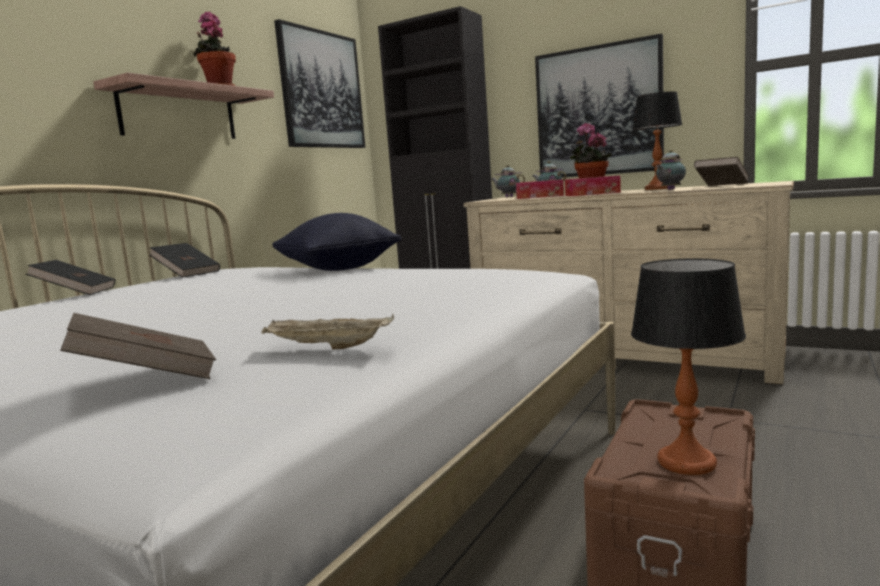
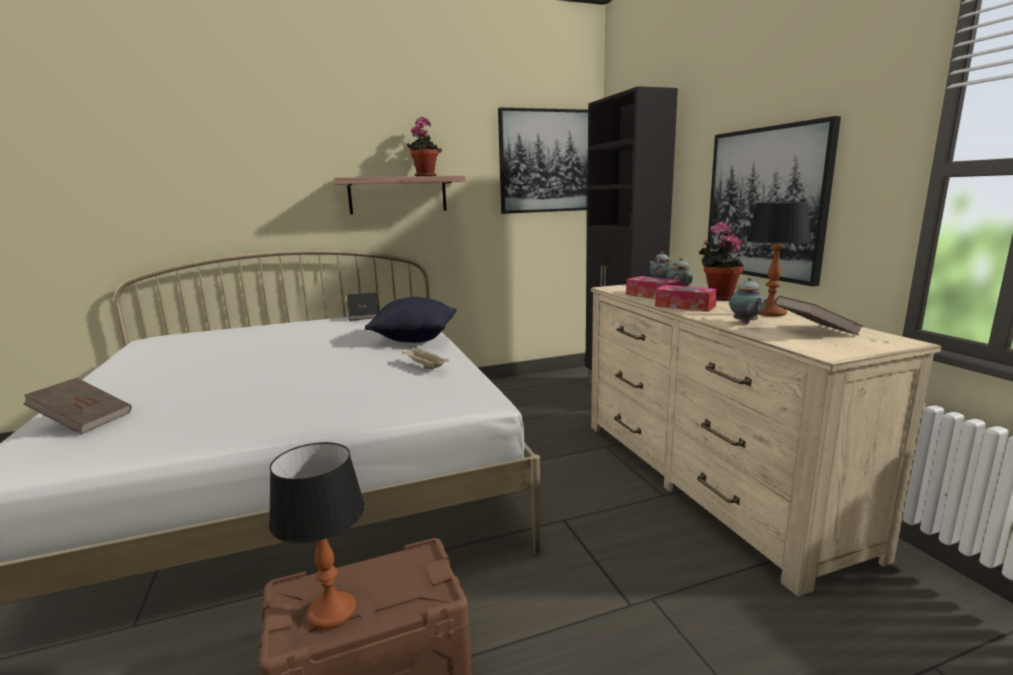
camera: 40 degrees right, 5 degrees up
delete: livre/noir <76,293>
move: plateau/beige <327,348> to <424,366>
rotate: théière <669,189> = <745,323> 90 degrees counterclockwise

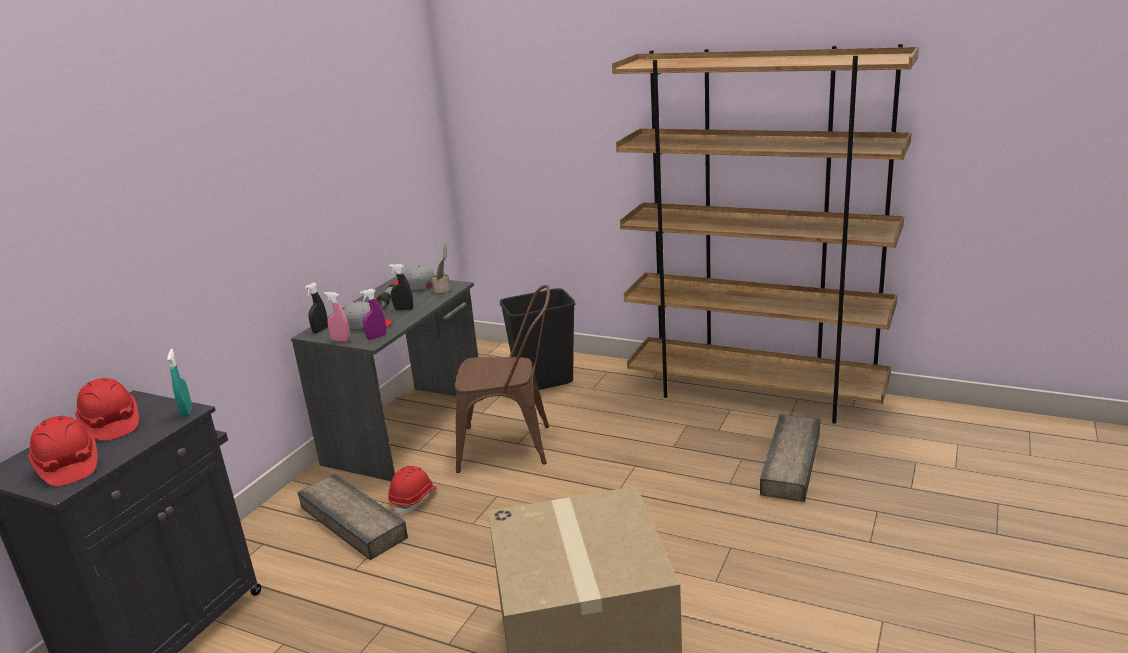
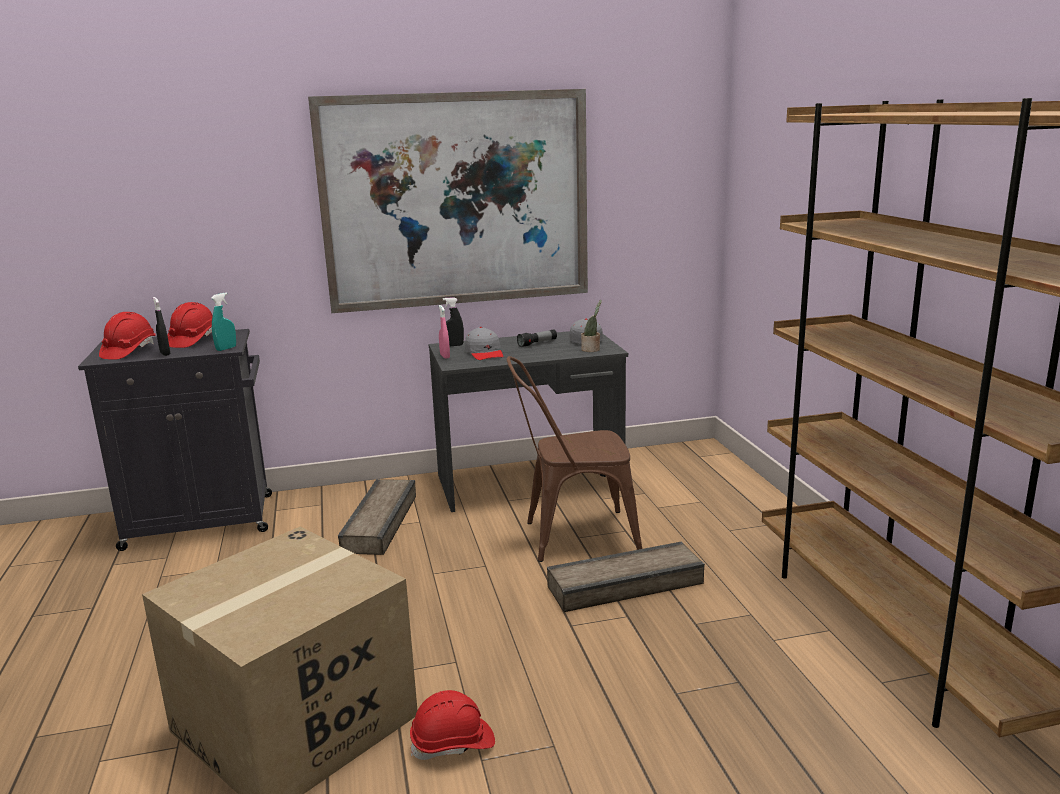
camera: 50 degrees right, 5 degrees down
delete: vaporisateur/violet <376,337>; poubelle/noir <544,381>
insert: tableau <455,200>
move: casque de chantier/rouge <414,499> to <453,744>; vaporisateur/noir <404,309> to <165,353>; caisse <793,463> to <626,586>
rotate: chaise/marron <513,446> = <571,537> 120 degrees clockwise

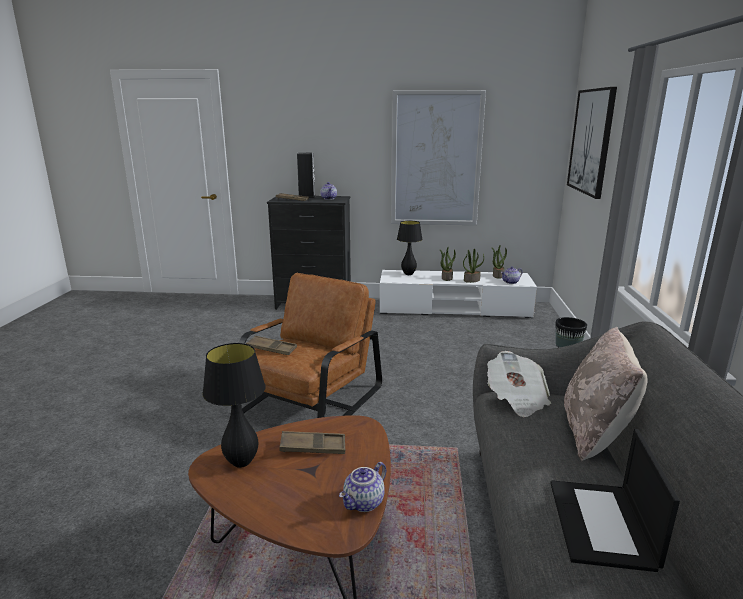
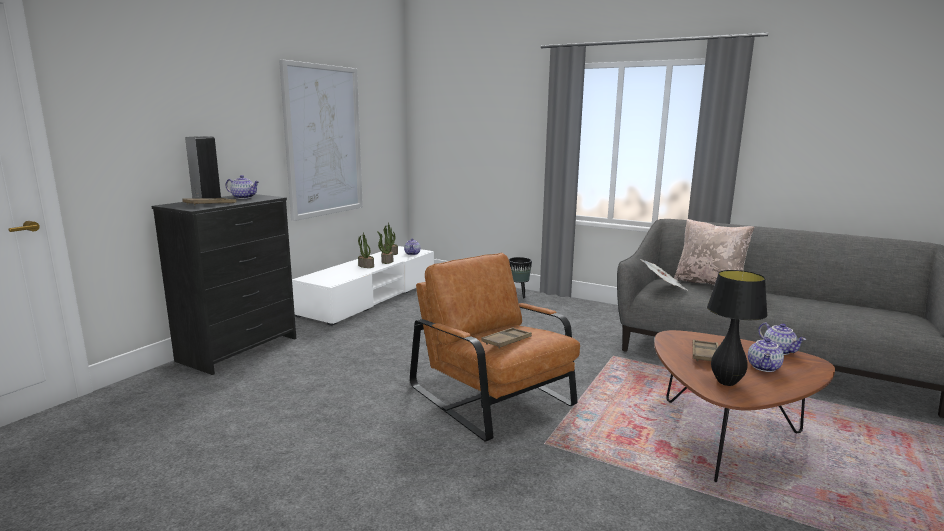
camera: 65 degrees left, 5 degrees down
delete: lampe de table/noir <408,274>; ordinateur portable <602,524>; tableau <591,141>
insert: théière <764,367>

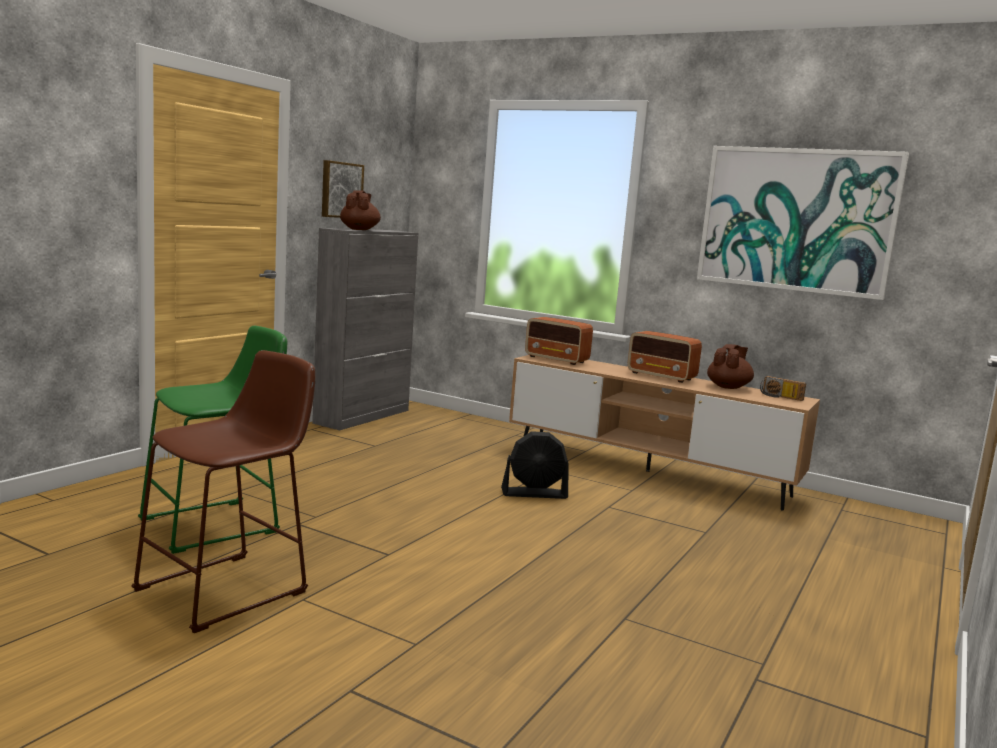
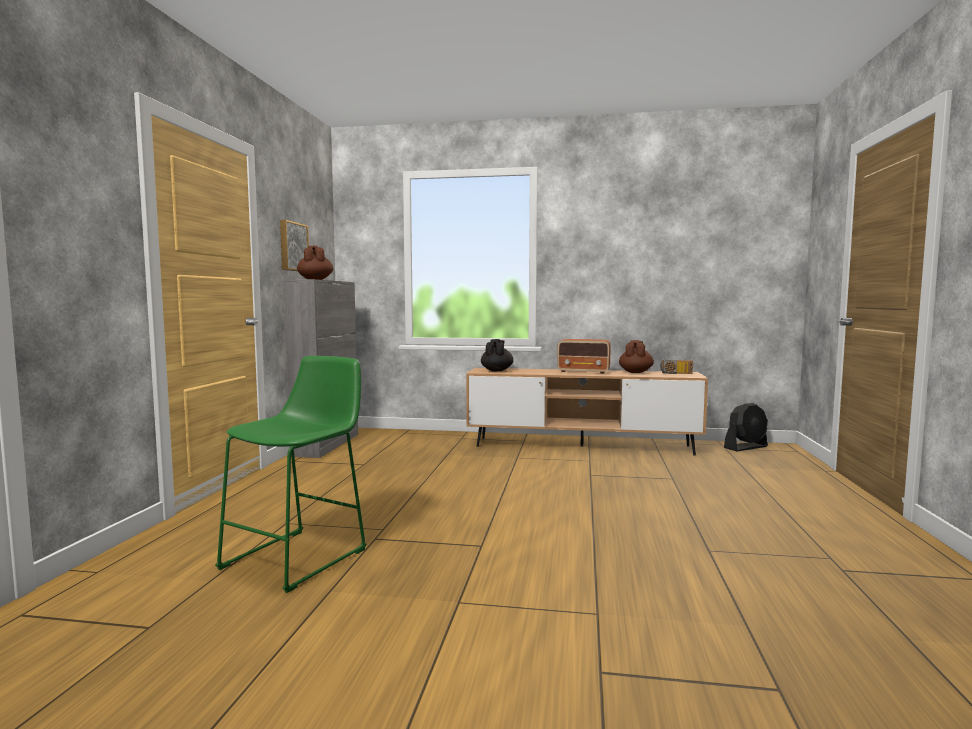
camera: 20 degrees left, 5 degrees down
delete: tabouret/marron <230,589>; tableau <796,220>
move: ventilateur/noir <534,493> to <746,447>
replace: radio <557,359> to théière/noir <497,370>

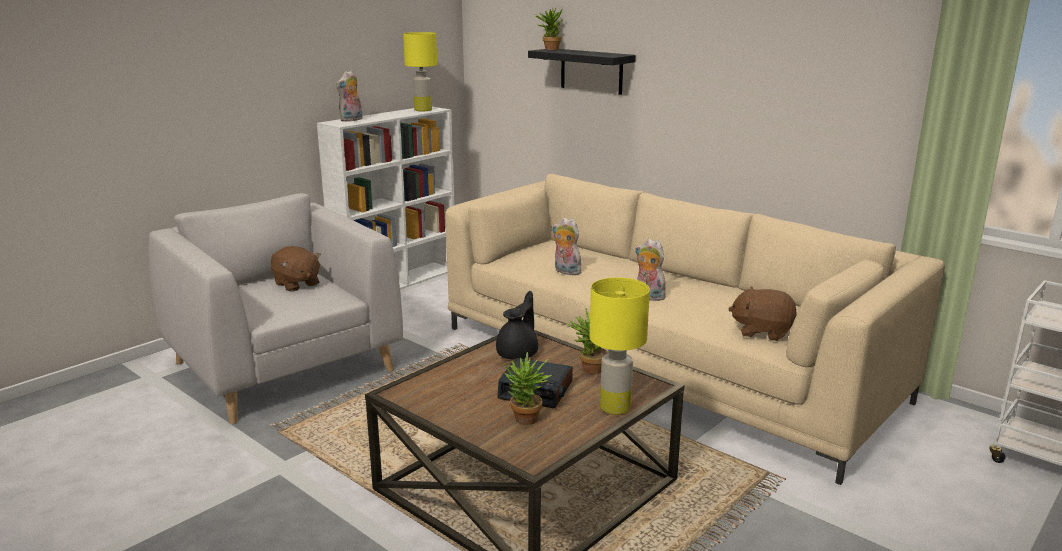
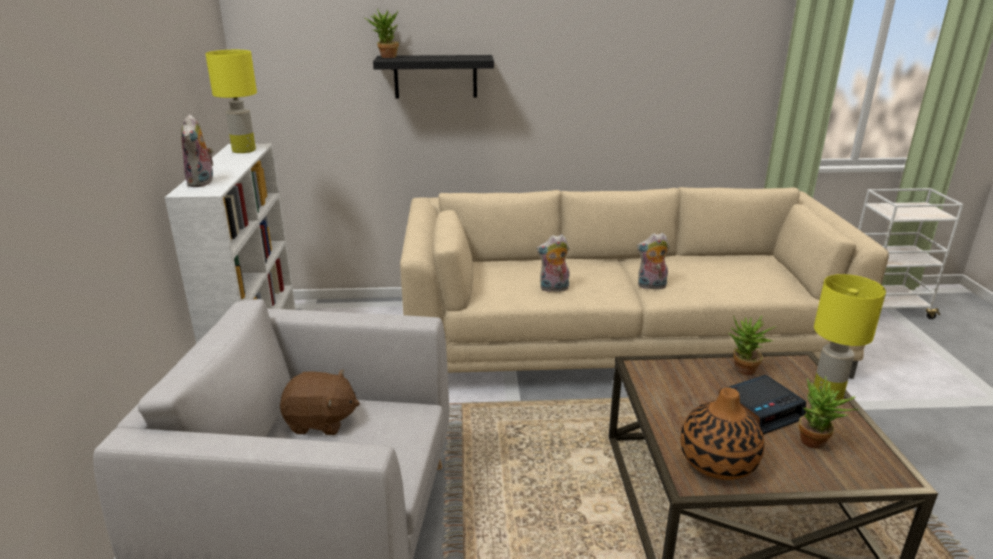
camera: 45 degrees left, 5 degrees up
delete: théière/noir <518,353>; peluche/marron <762,331>
insert: vase <718,462>

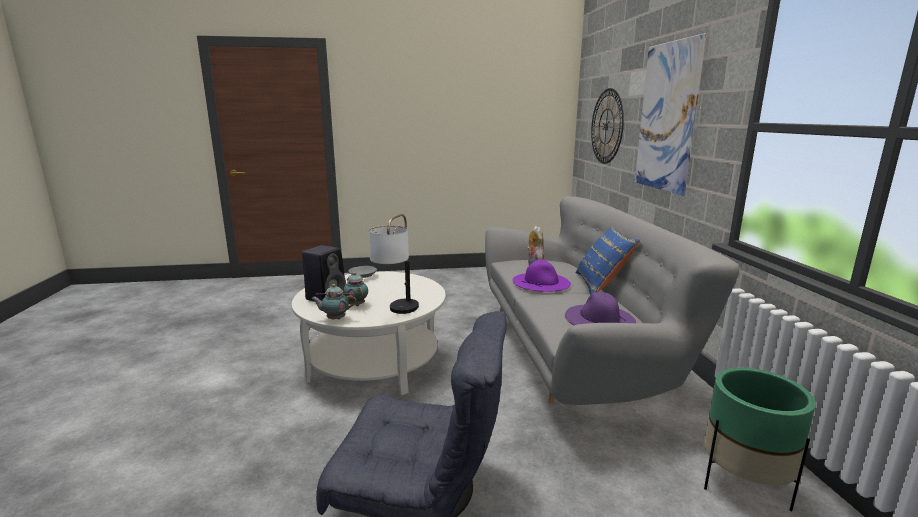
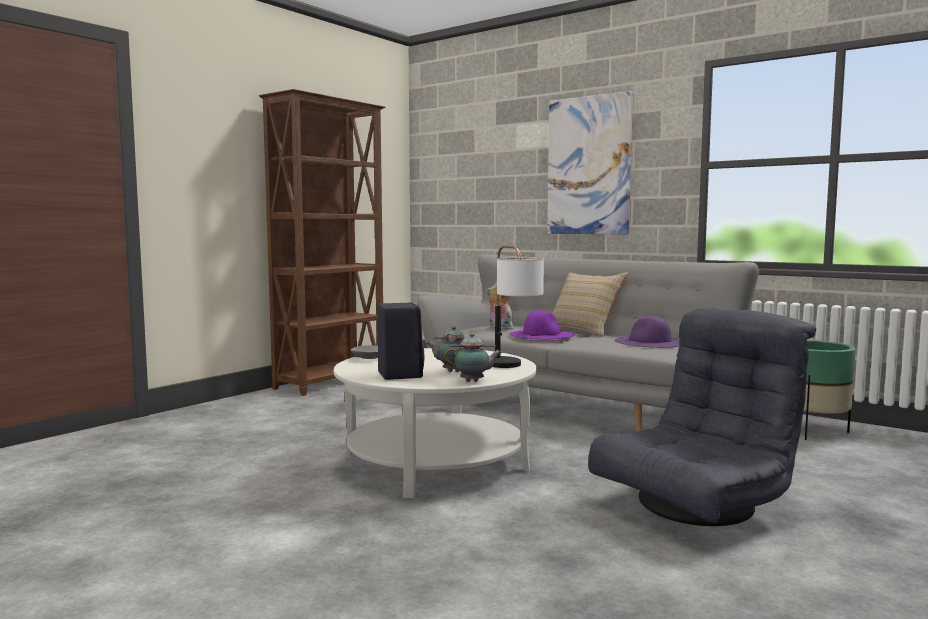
camera: 45 degrees left, 10 degrees down
delete: horloge murale <606,126>
insert: bibliothèque/marron <332,382>
recolor: coussin/bleu <601,285> to coussin/beige <584,330>
rotate: théière <334,319> = <473,381> 135 degrees counterclockwise

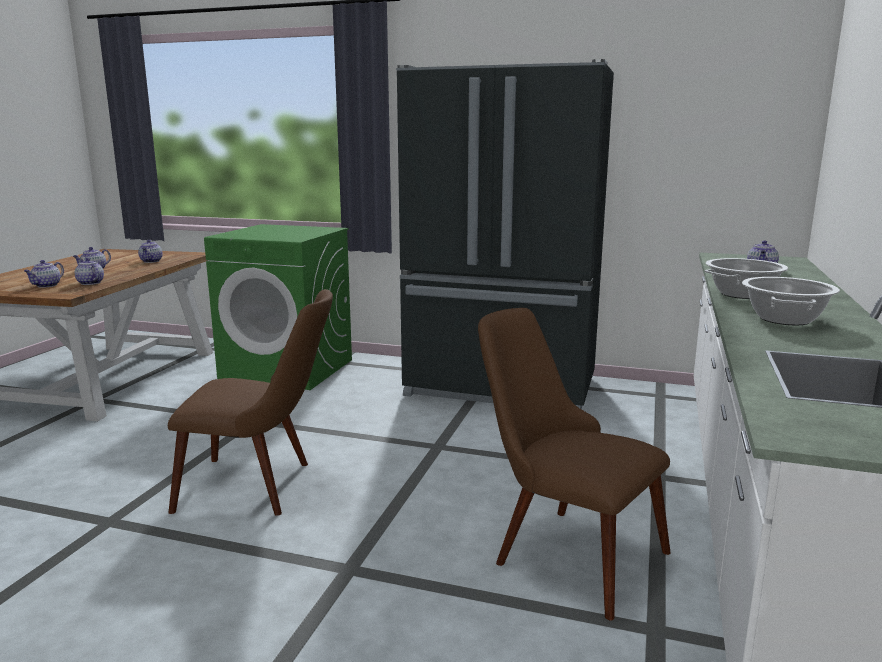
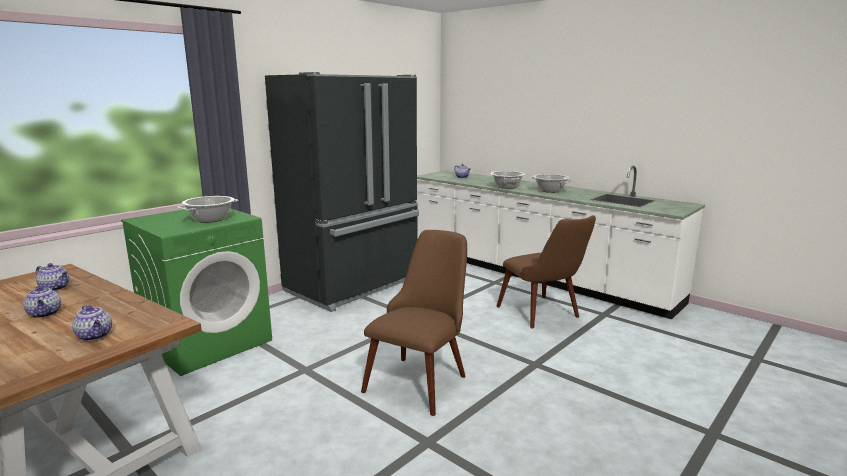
camera: 65 degrees left, 0 degrees up
delete: théière <90,283>
insert: marmite <210,219>
rotate: chaise/marron <562,550> = <544,315> 90 degrees counterclockwise

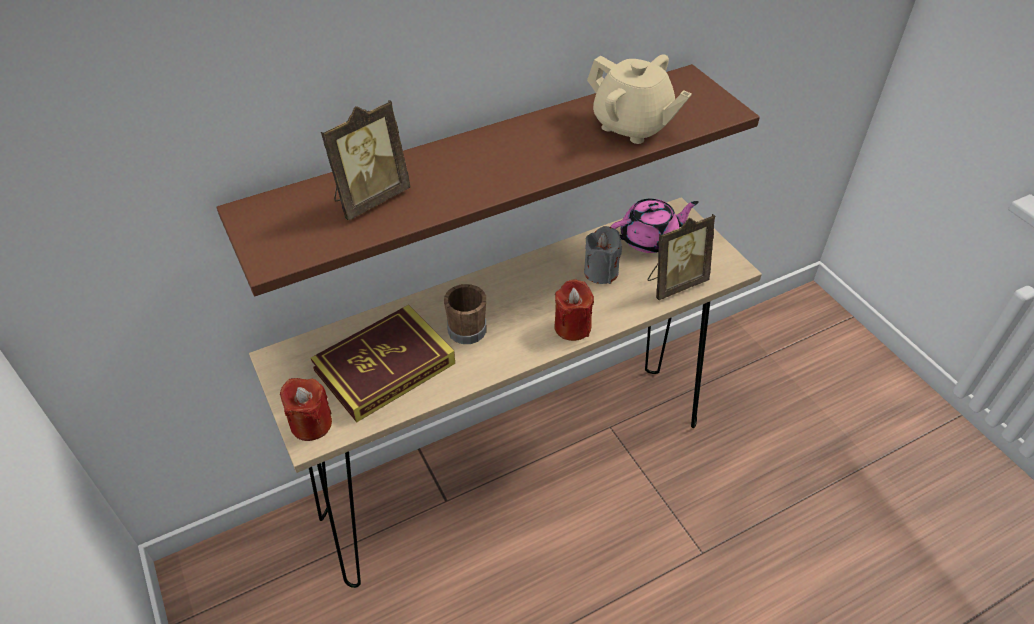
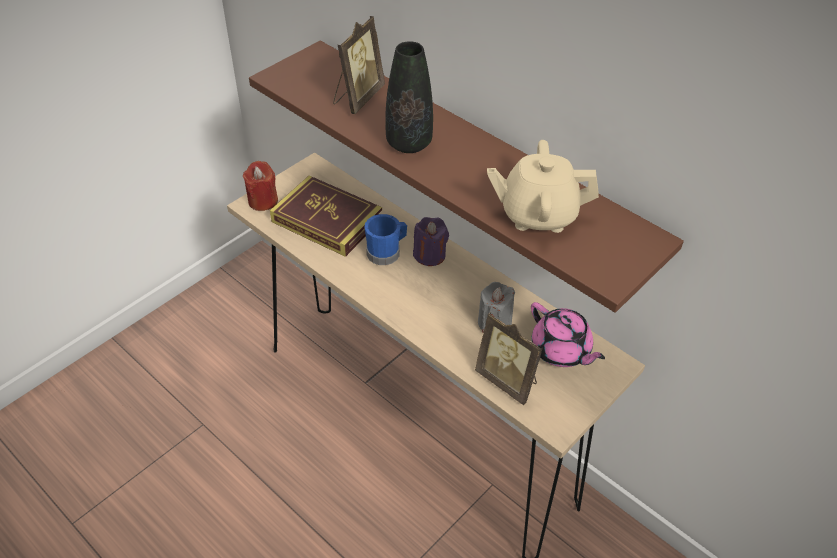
camera: 70 degrees right, 0 degrees up
delete: bougie/rouge <572,327>
insert: vase/noir <409,143>; bougie/violet <429,255>
recolor: mug/marron <466,326> to mug/bleu <386,252>
rotate: cadre photo <369,199> = <357,98> 90 degrees counterclockwise; théière/beige <632,126> = <537,215> 75 degrees clockwise

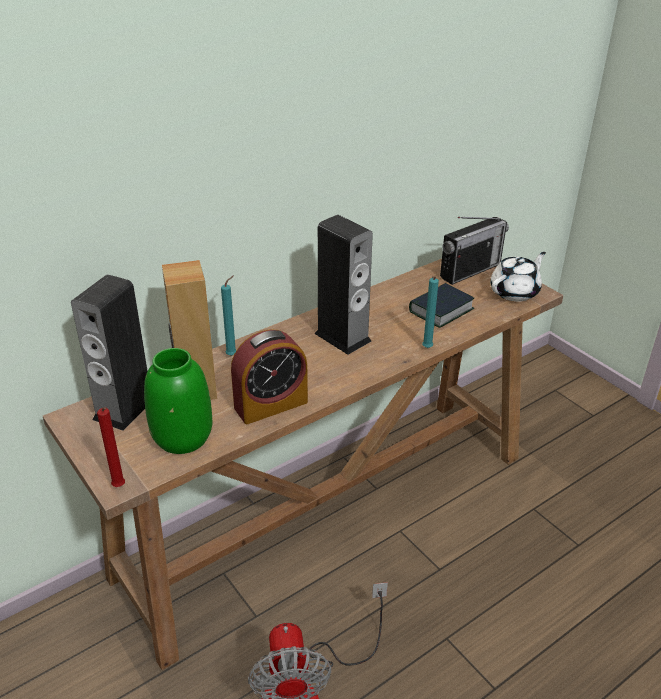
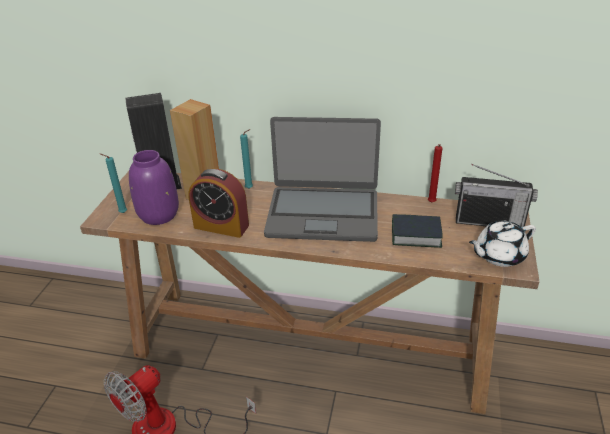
camera: 50 degrees right, 0 degrees up
move: bougie/rouge <119,487> to <431,203>; bougie/turquoise <426,349> to <122,213>
replace: enceinte <342,337> to ordinateur portable <323,214>
recolor: vase/vert <183,437> to vase/violet <159,215>
rotate: théière/blanc <515,292> = <498,255> 150 degrees clockwise

